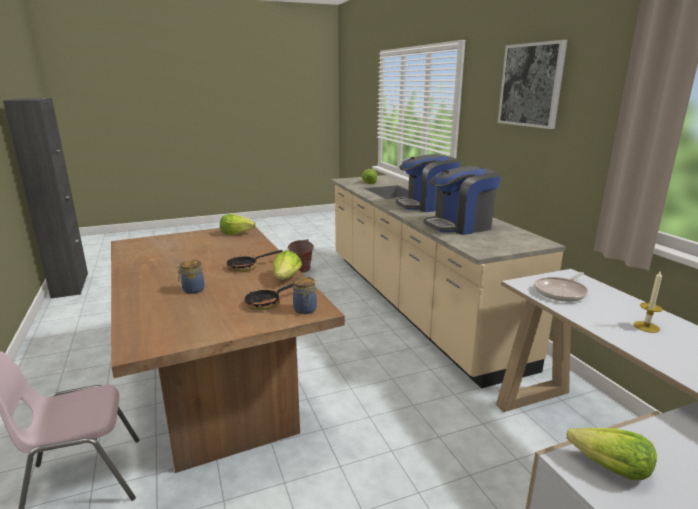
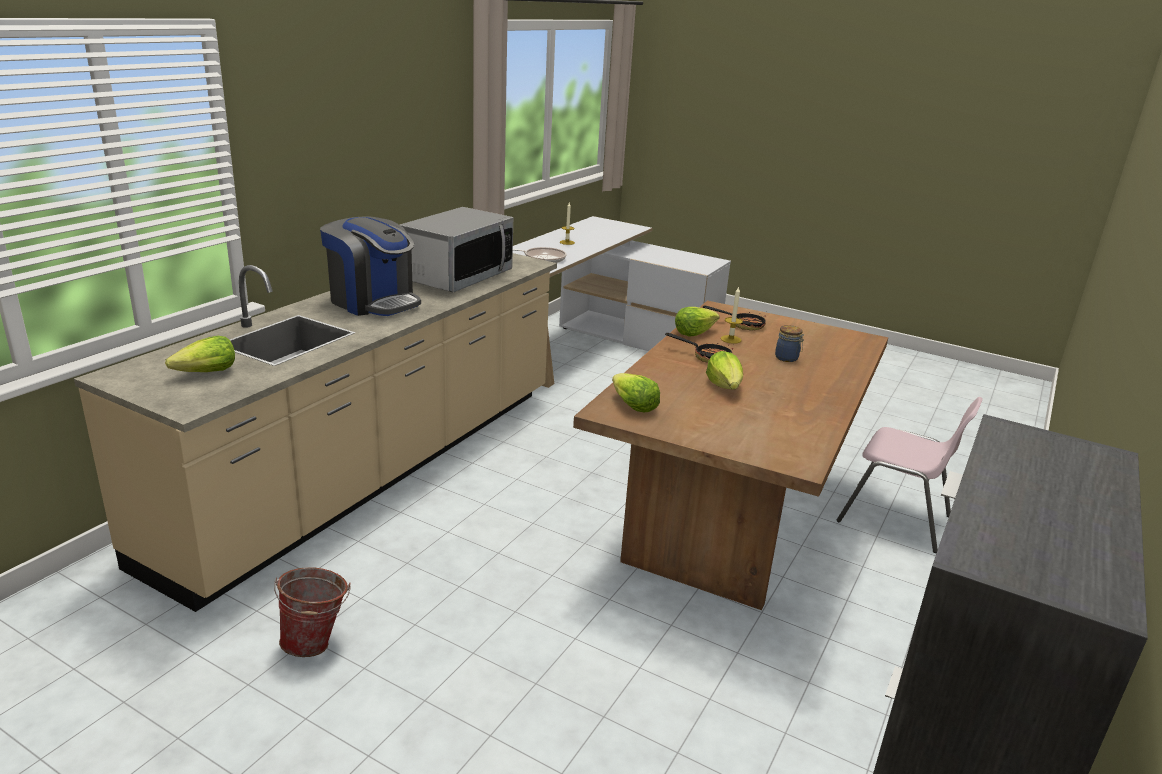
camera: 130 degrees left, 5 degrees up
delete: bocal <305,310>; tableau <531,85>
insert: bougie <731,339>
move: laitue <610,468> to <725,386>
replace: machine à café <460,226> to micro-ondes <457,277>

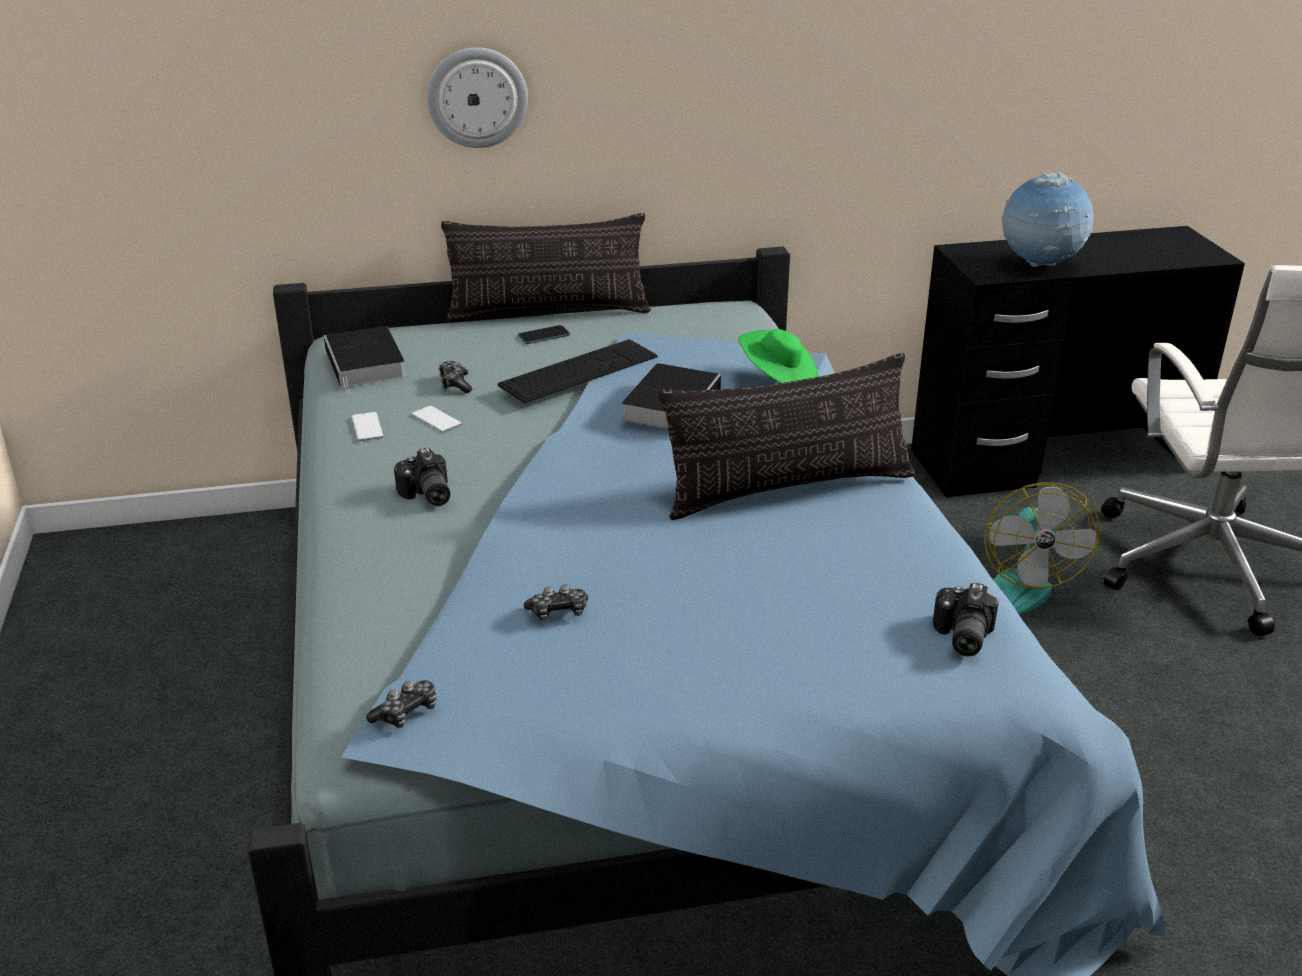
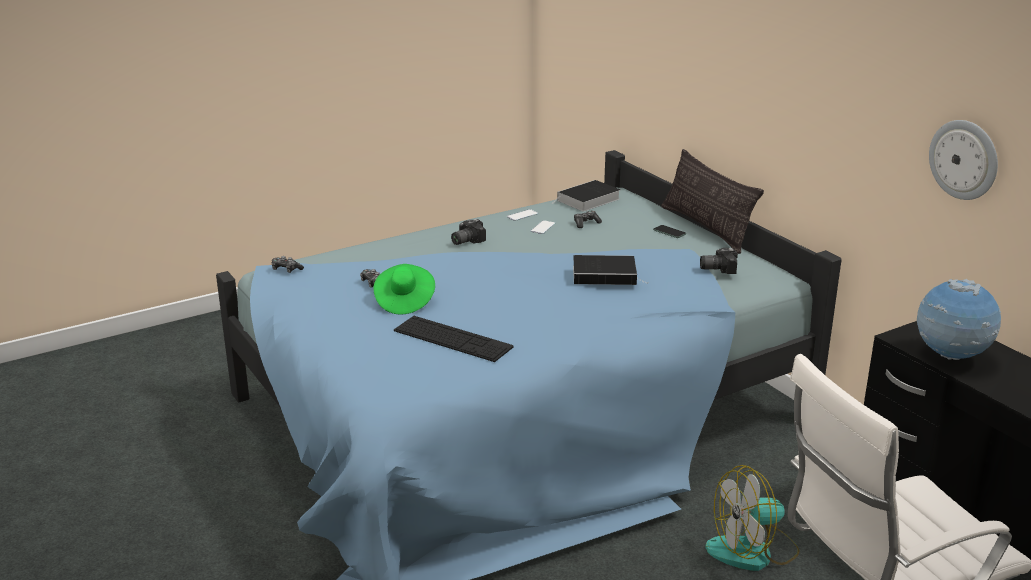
camera: 70 degrees right, 5 degrees down
delete: coussin <788,489>
move: horloge murale <477,97> to <964,159>; clavier <579,371> to <452,339>; chapeau/vert <779,380> to <404,301>; appareil photo <960,637> to <717,268>

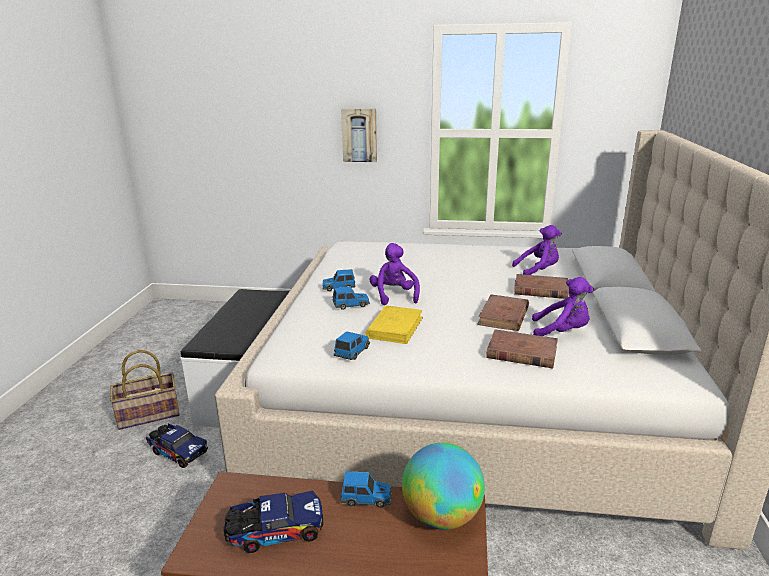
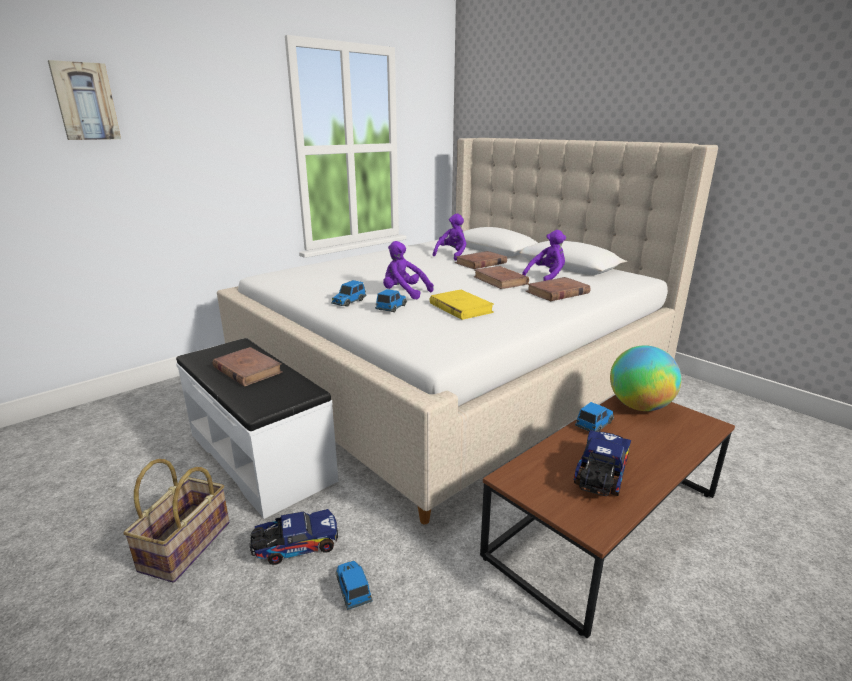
camera: 50 degrees left, 0 degrees up
insert: livre/marron <247,370>
move: petite voiture <353,352> to <353,589>; tableau <359,135> to <85,101>

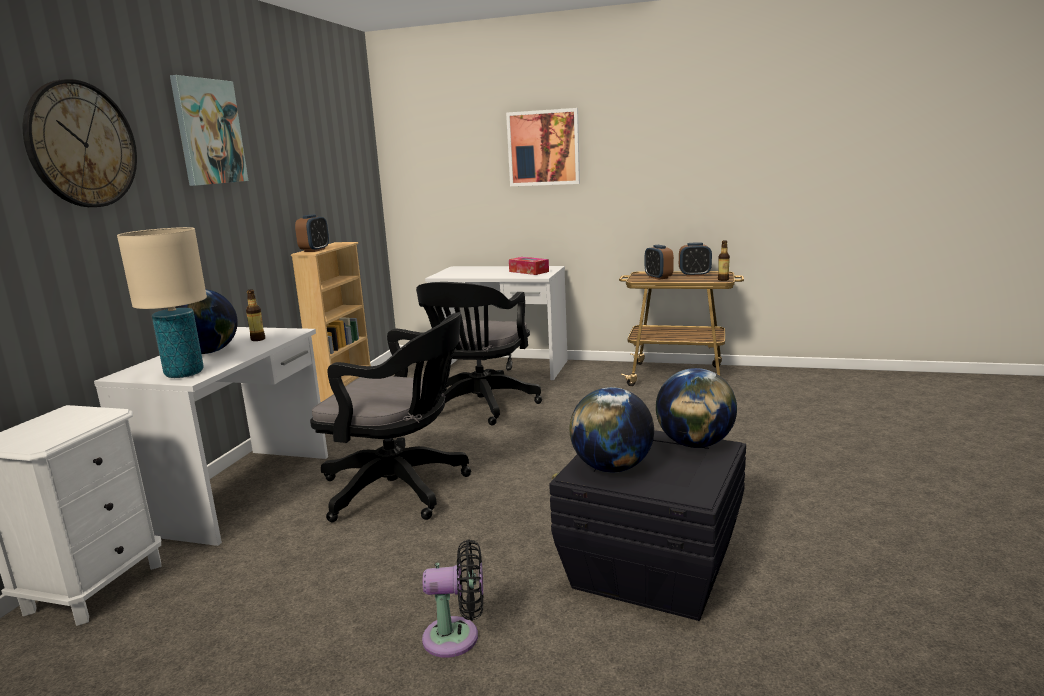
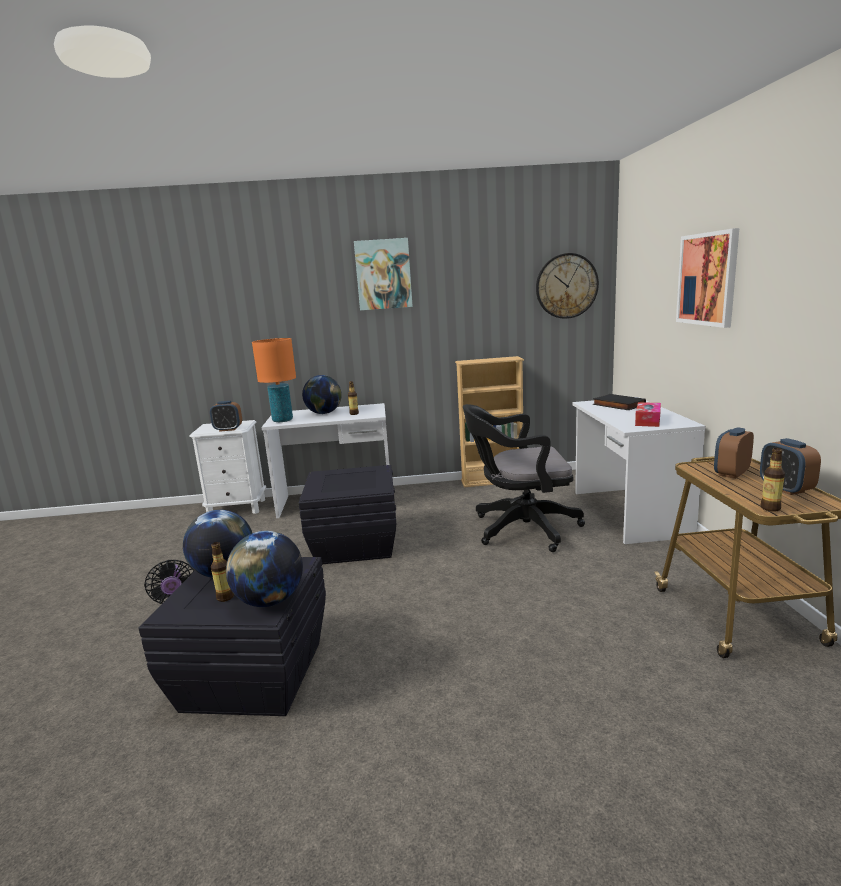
camera: 70 degrees right, 0 degrees up
insert: bouteille <225,597>; livre/noir <617,405>
move: horloge murale <81,145> to <566,286>; réveil <315,250> to <228,429>
replace: chaise de bureau/noir <401,490> to boîte de rangement/noir <354,544>
recolor: lampe de table/beige <184,373> to lampe de table/orange <282,420>

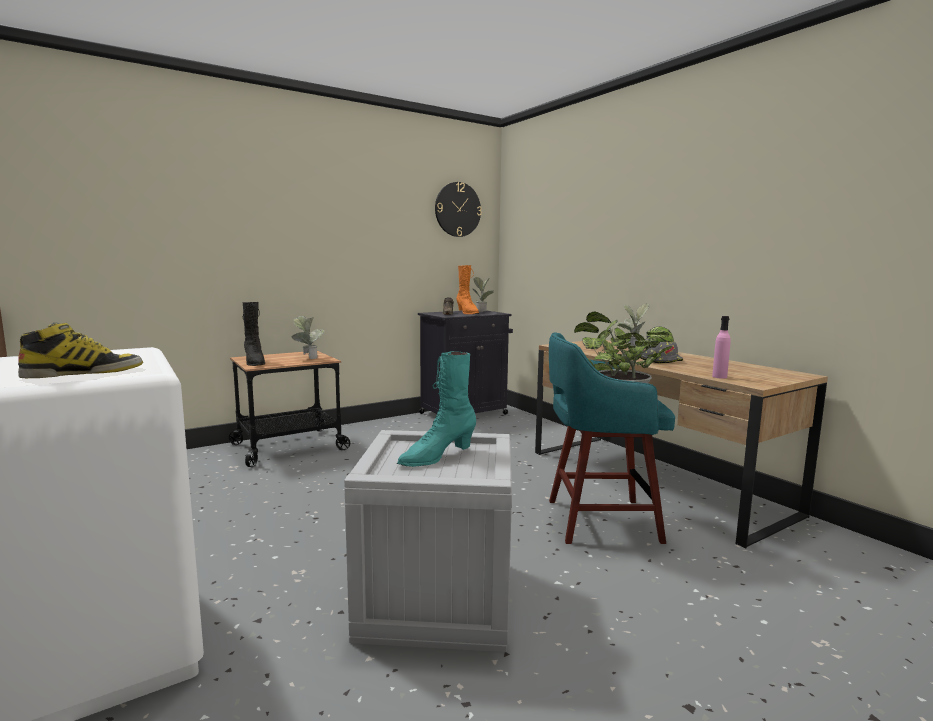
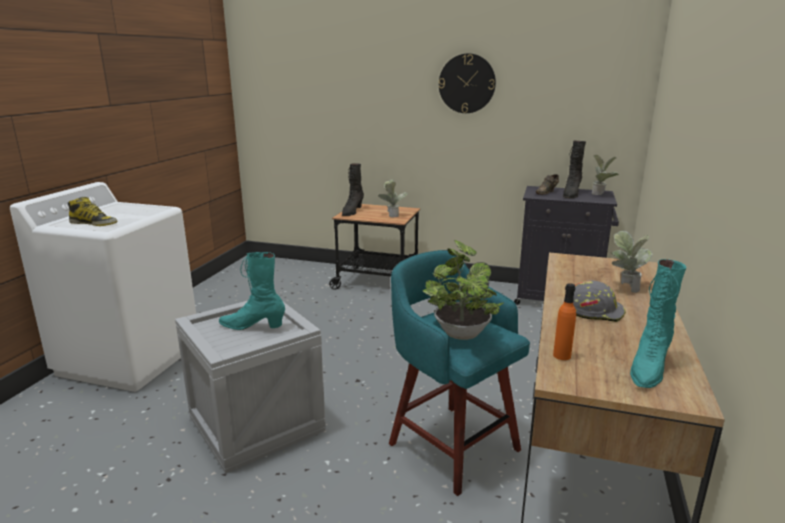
camera: 50 degrees right, 10 degrees up
insert: botte/turquoise <648,368>
move: horloge murale <457,209> to <467,83>
recolor: botte/orange <467,313> to botte/noir <571,194>; bouteille/rose <719,377> to bouteille/orange <562,355>

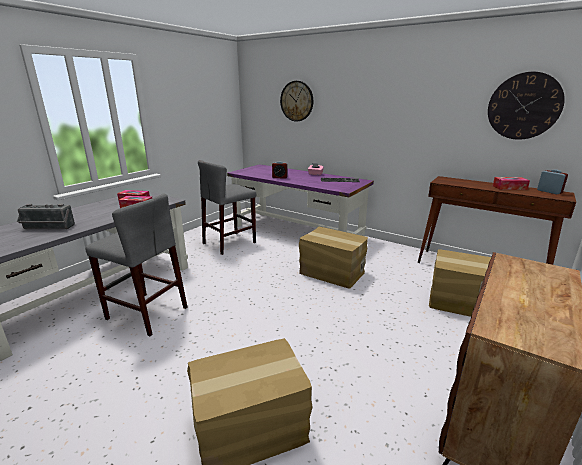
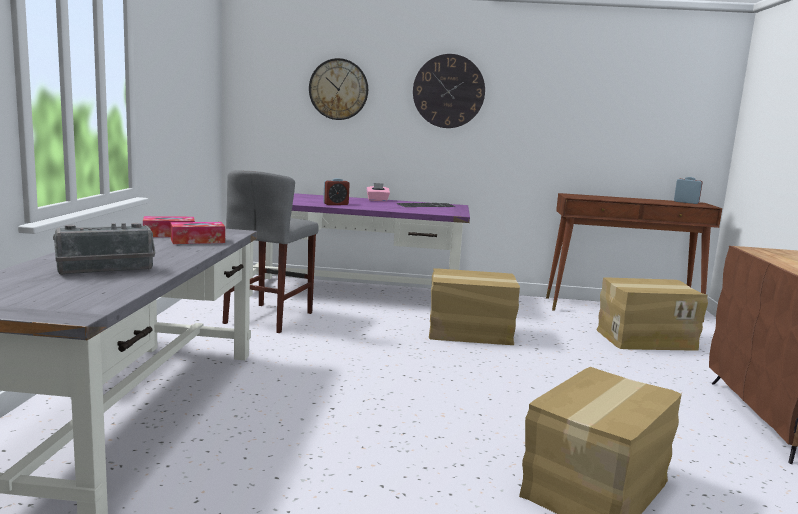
camera: 30 degrees left, 10 degrees down
delete: tabouret/gris <147,313>; boîte à mouchoirs <509,187>
move: horloge murale <524,106> to <448,91>

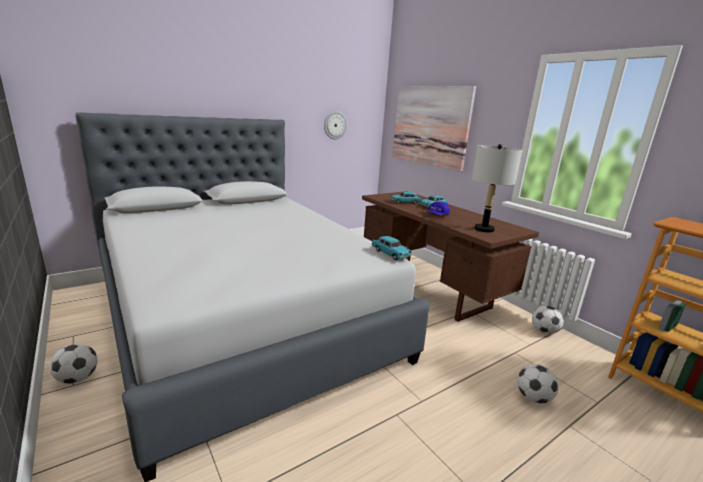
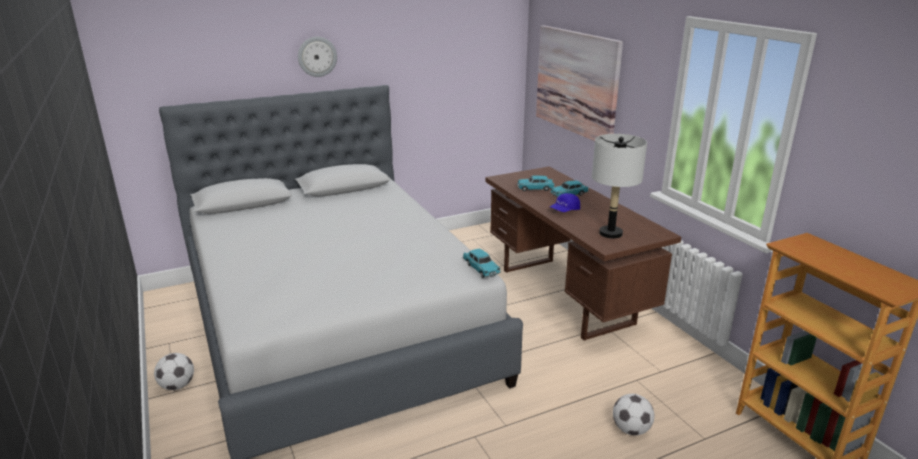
camera: 10 degrees right, 5 degrees up
delete: ballon de foot <544,331>
move: horloge murale <335,125> to <317,56>

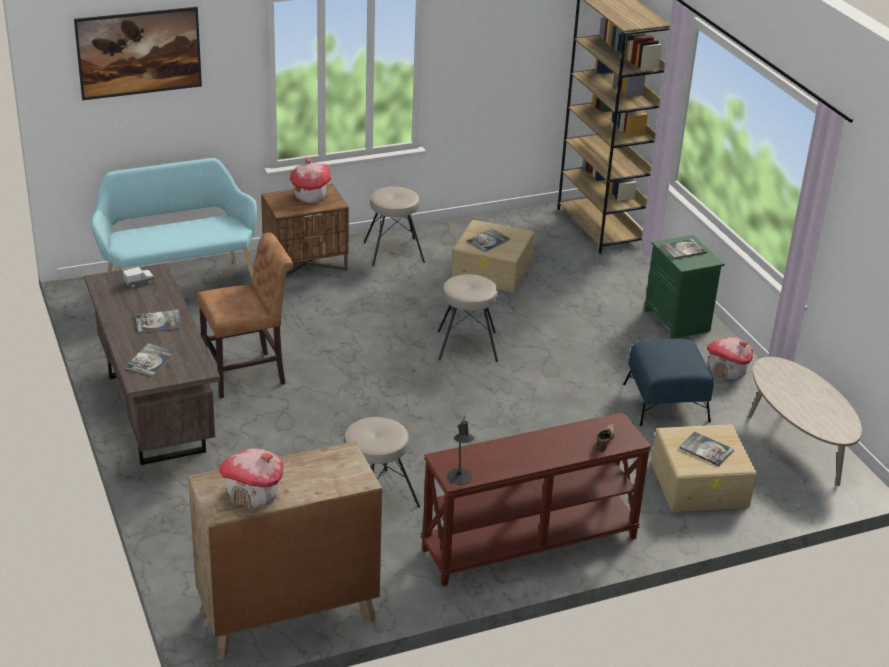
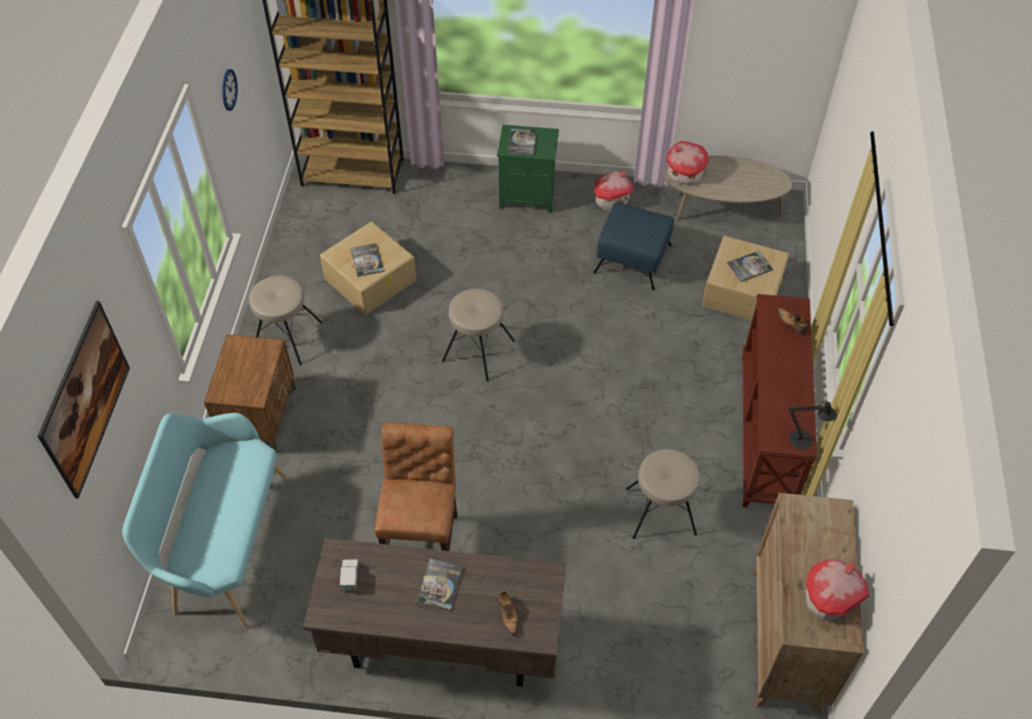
camera: 60 degrees left, 20 degrees up
insert: horloge murale <229,89>
move: maison miniature <311,196> to <684,175>
replace: livre <150,360> to chaussure <508,615>

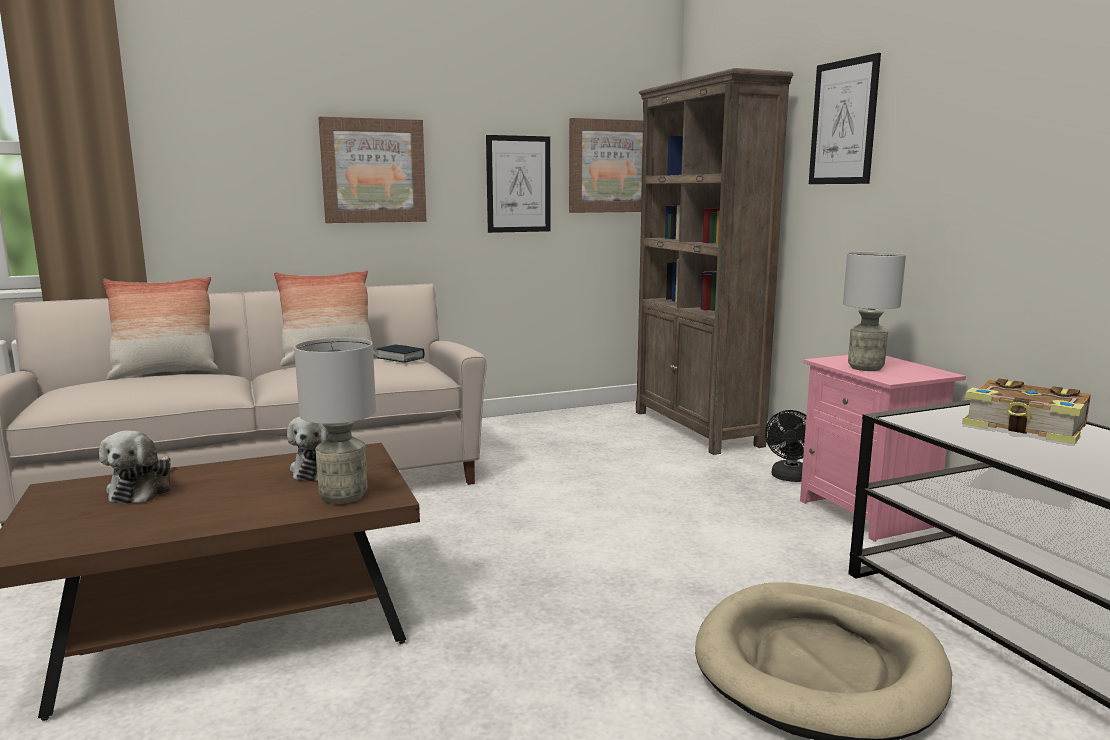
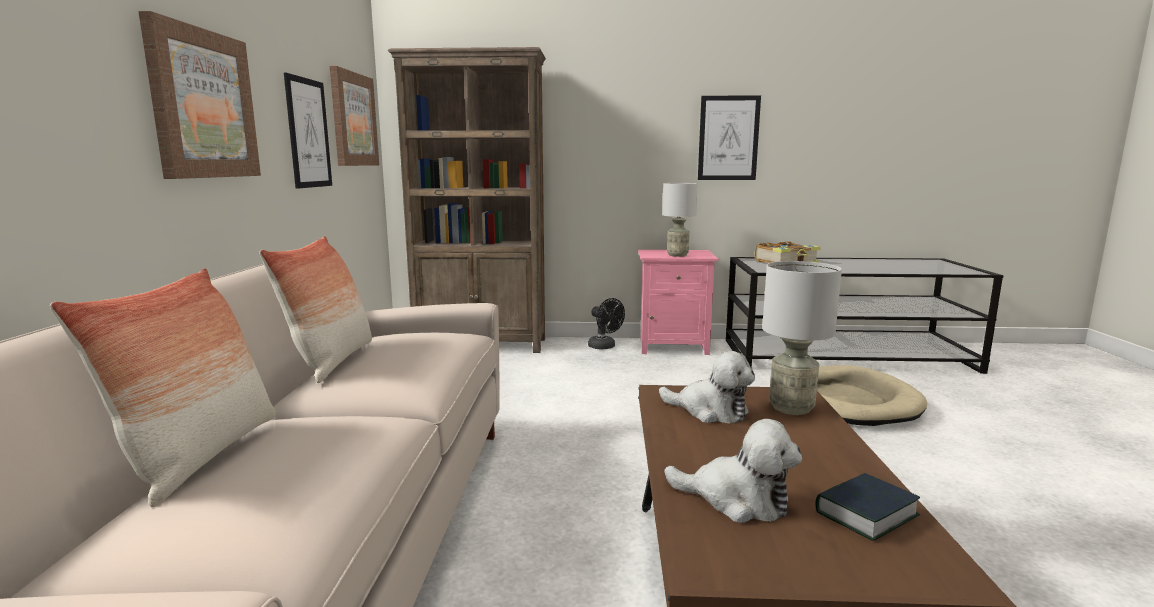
camera: 65 degrees left, 0 degrees up
move: livre <400,358> to <865,514>; tableau <843,122> to <728,138>

